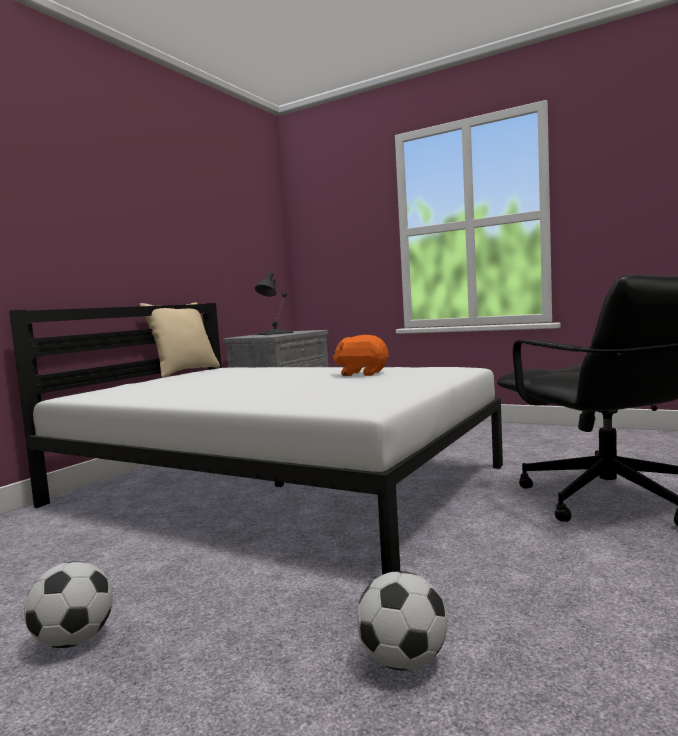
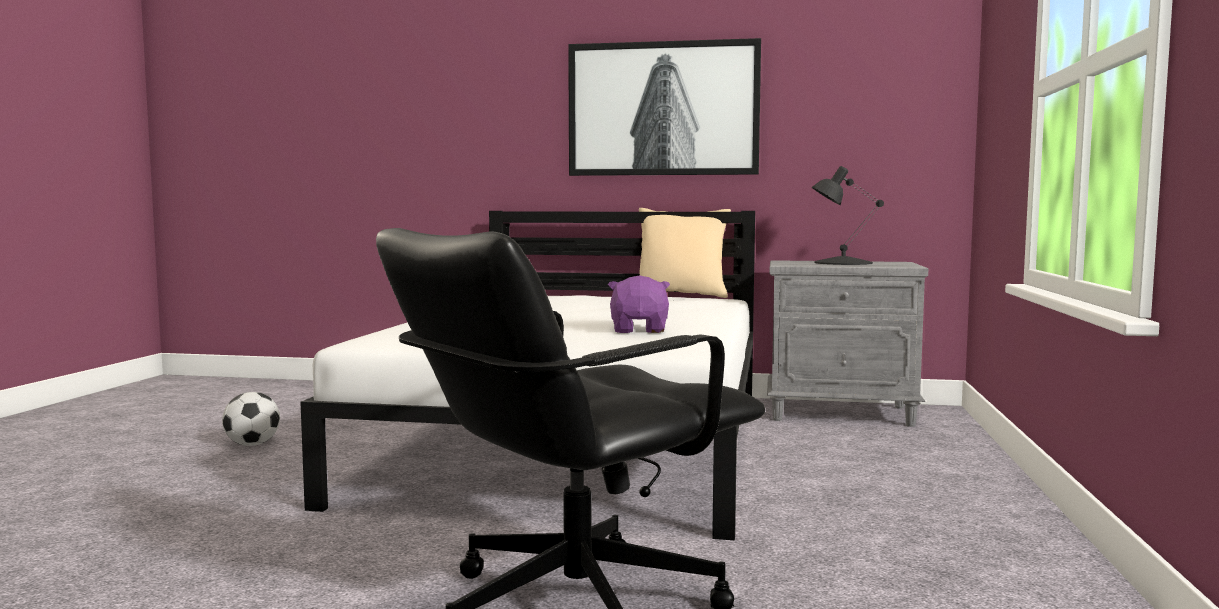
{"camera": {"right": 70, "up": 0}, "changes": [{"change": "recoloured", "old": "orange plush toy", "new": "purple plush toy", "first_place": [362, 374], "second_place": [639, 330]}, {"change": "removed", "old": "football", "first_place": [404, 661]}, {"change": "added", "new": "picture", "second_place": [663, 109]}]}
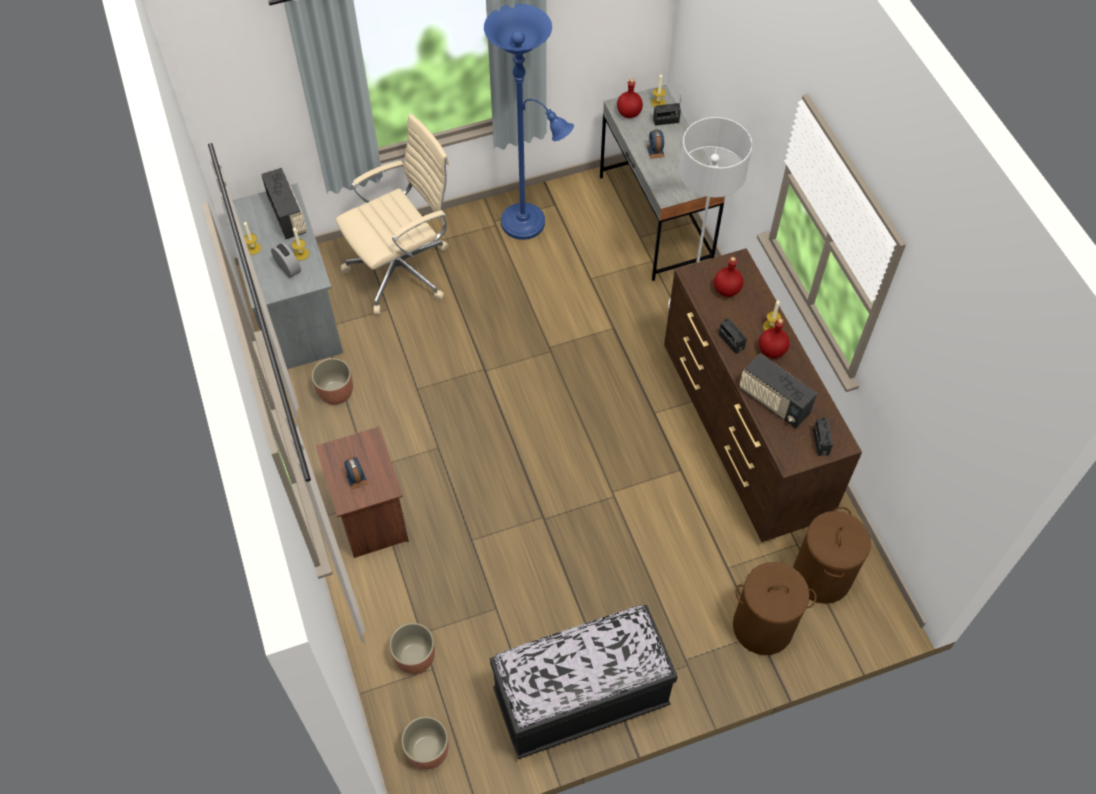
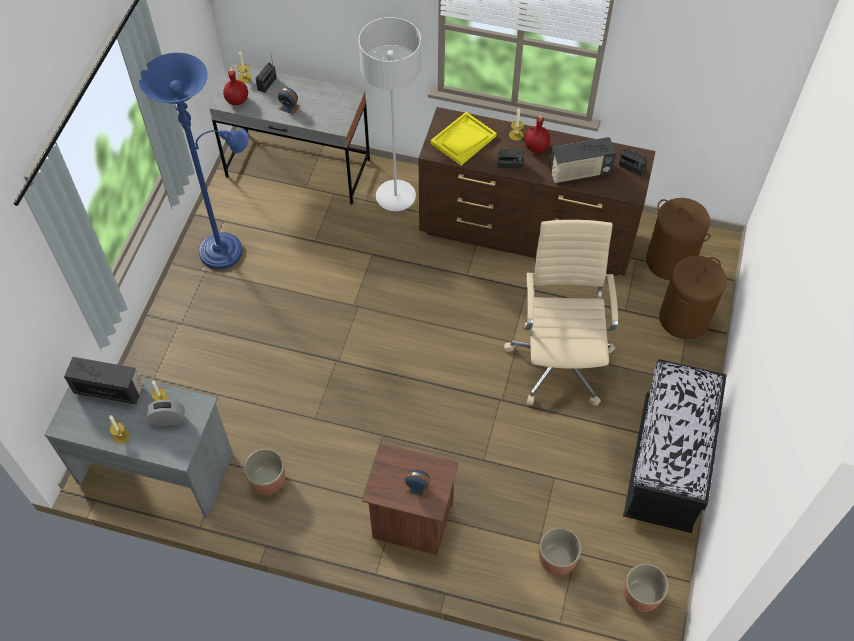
{"camera": {"right": -55, "up": 0}, "changes": [{"change": "moved", "old": "beige office chair", "first_place": [403, 270], "second_place": [560, 359]}, {"change": "replaced", "old": "red bottle", "new": "yellow tray", "first_place": [726, 290], "second_place": [463, 140]}]}
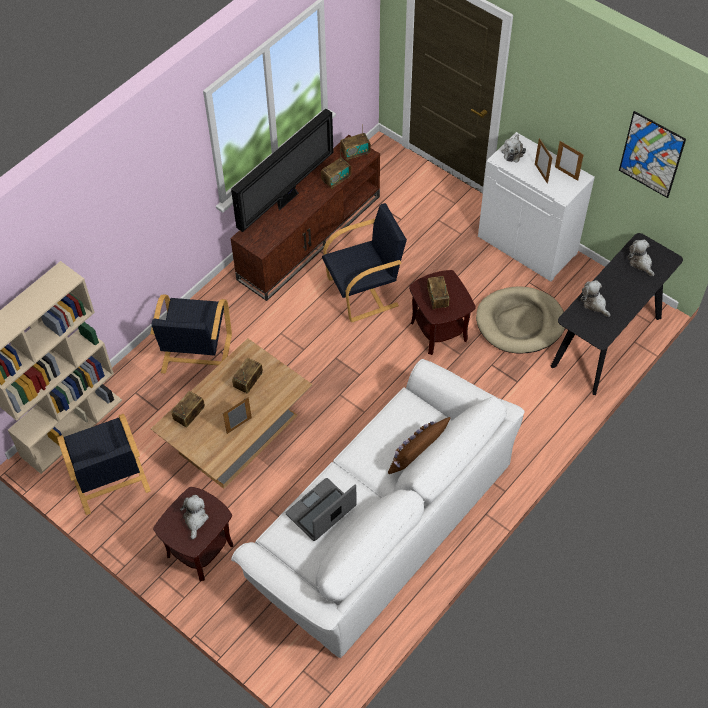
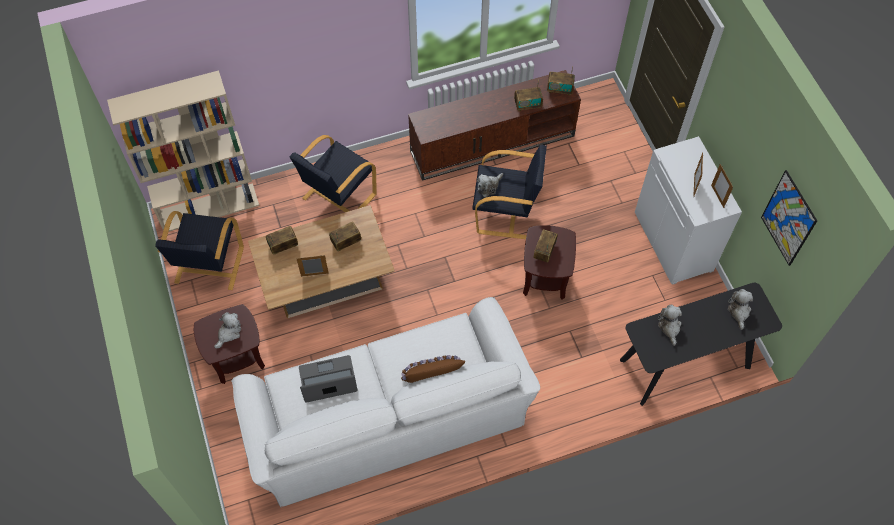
{"camera": {"right": 30, "up": 5}, "changes": [{"change": "removed", "old": "television", "first_place": [287, 198]}, {"change": "moved", "old": "plush toy", "first_place": [513, 152], "second_place": [489, 187]}, {"change": "removed", "old": "beige dog bed", "first_place": [520, 322]}]}
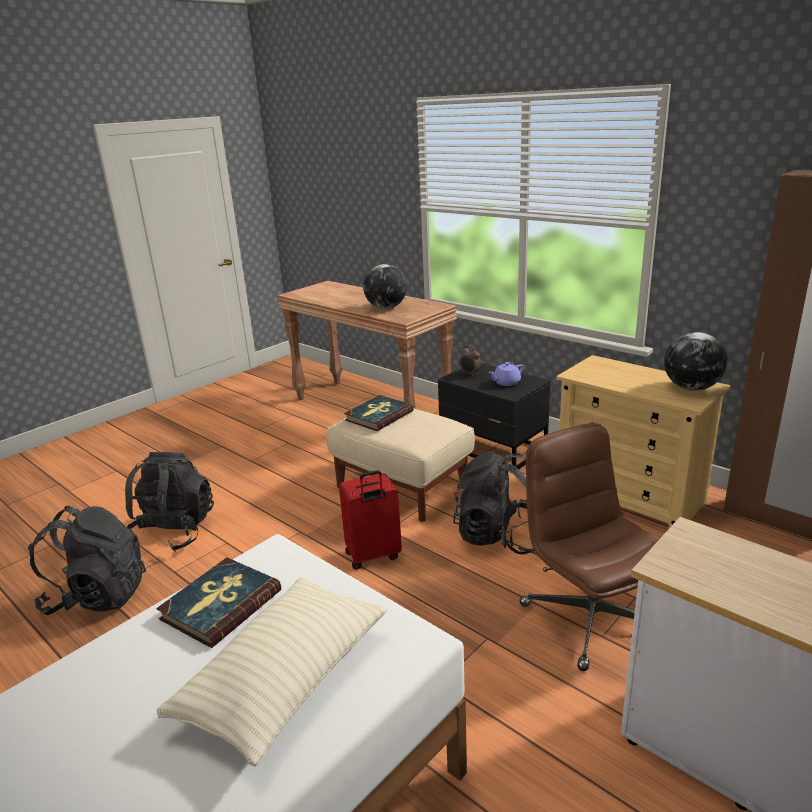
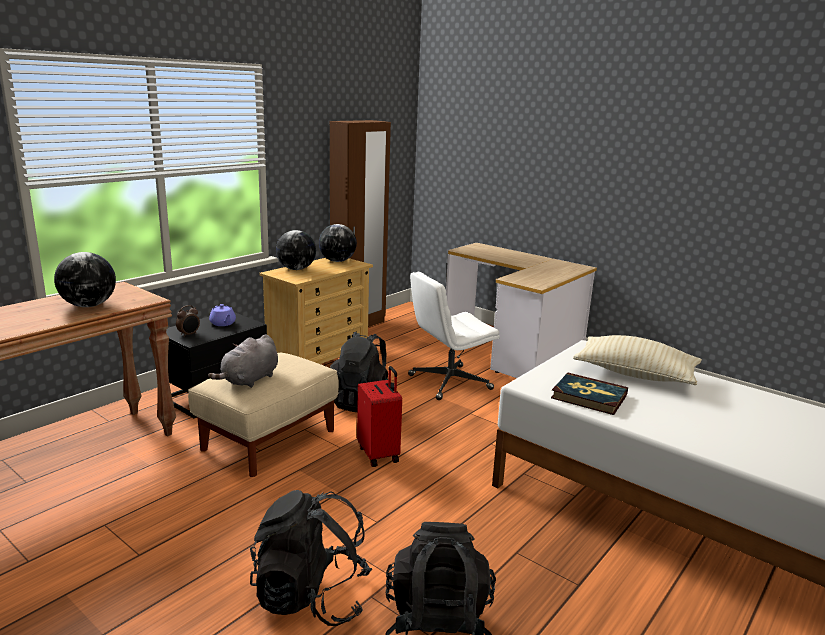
{"camera": {"right": -95, "up": -5}, "changes": [{"change": "replaced", "old": "book", "new": "grey plush toy", "first_place": [378, 416], "second_place": [249, 380]}, {"change": "recoloured", "old": "brown office chair", "new": "white office chair", "first_place": [590, 618], "second_place": [449, 383]}, {"change": "added", "new": "globe", "second_place": [296, 269]}]}
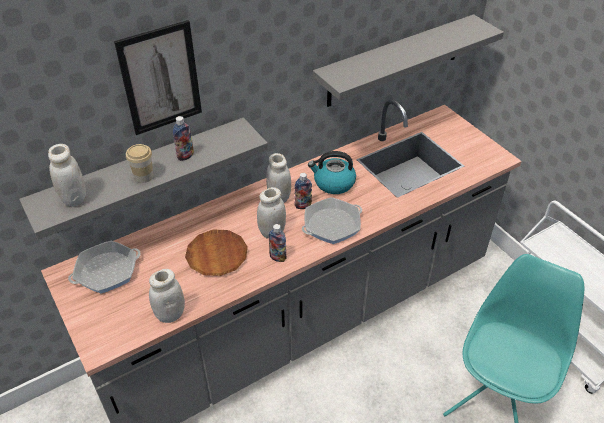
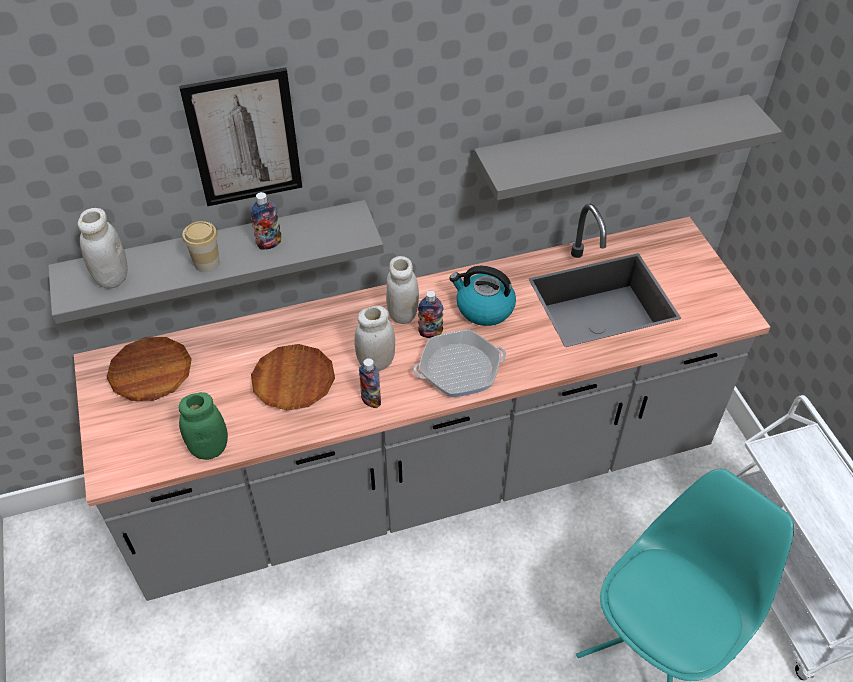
{"camera": {"right": 15, "up": 5}, "changes": [{"change": "replaced", "old": "frying pan", "new": "brown plate", "first_place": [107, 271], "second_place": [151, 373]}, {"change": "recoloured", "old": "white jar", "new": "green jar", "first_place": [170, 314], "second_place": [209, 448]}]}
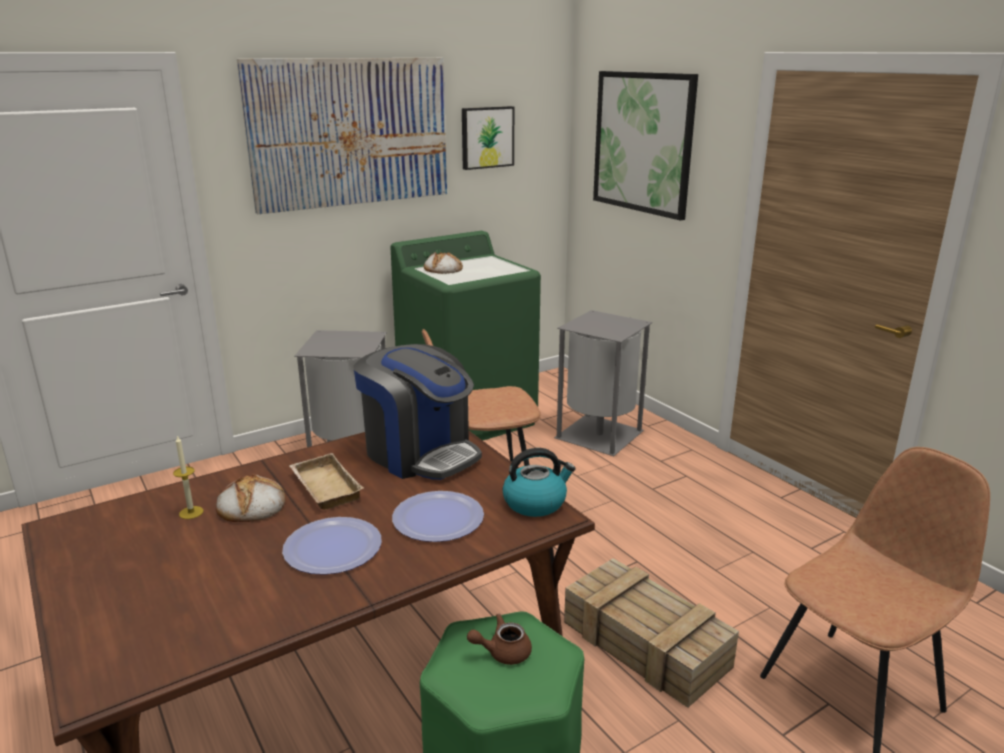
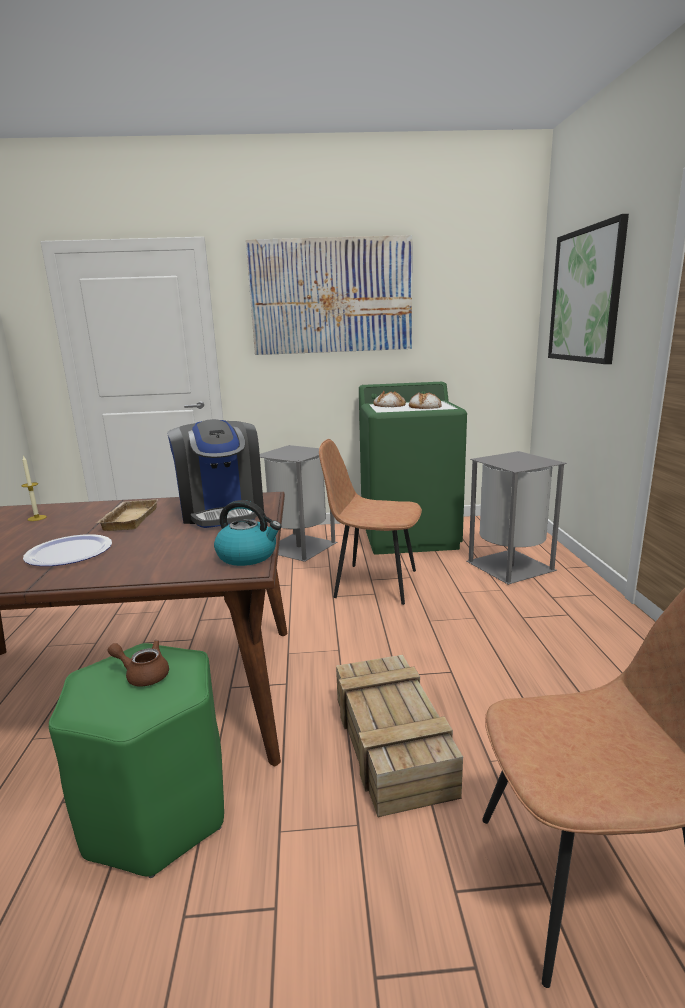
{"camera": {"right": 30, "up": -5}, "changes": [{"change": "removed", "old": "picture", "first_place": [486, 137]}, {"change": "moved", "old": "bread", "first_place": [251, 505], "second_place": [424, 407]}, {"change": "removed", "old": "plate", "first_place": [438, 518]}]}
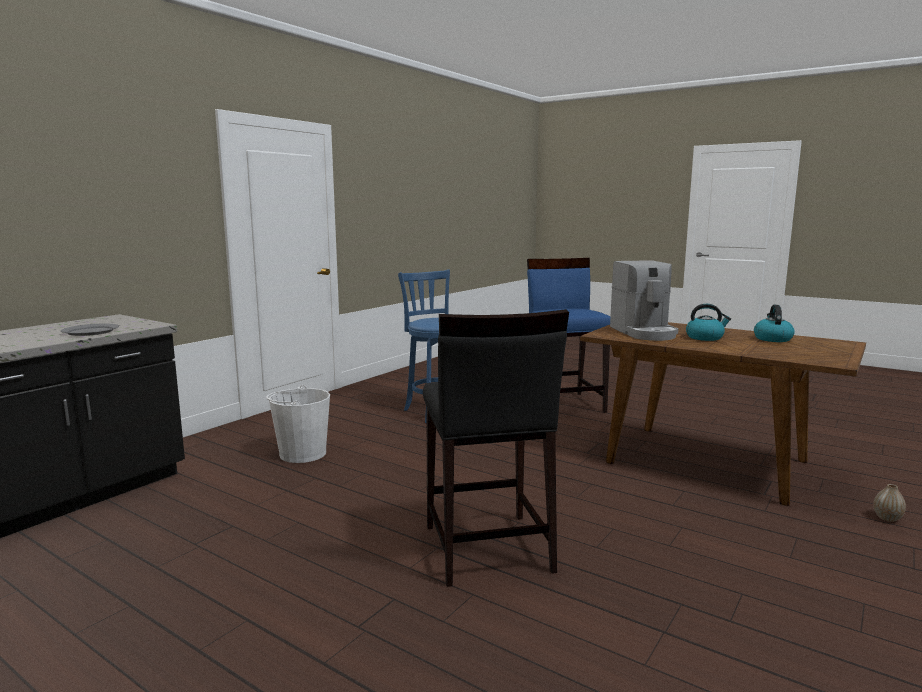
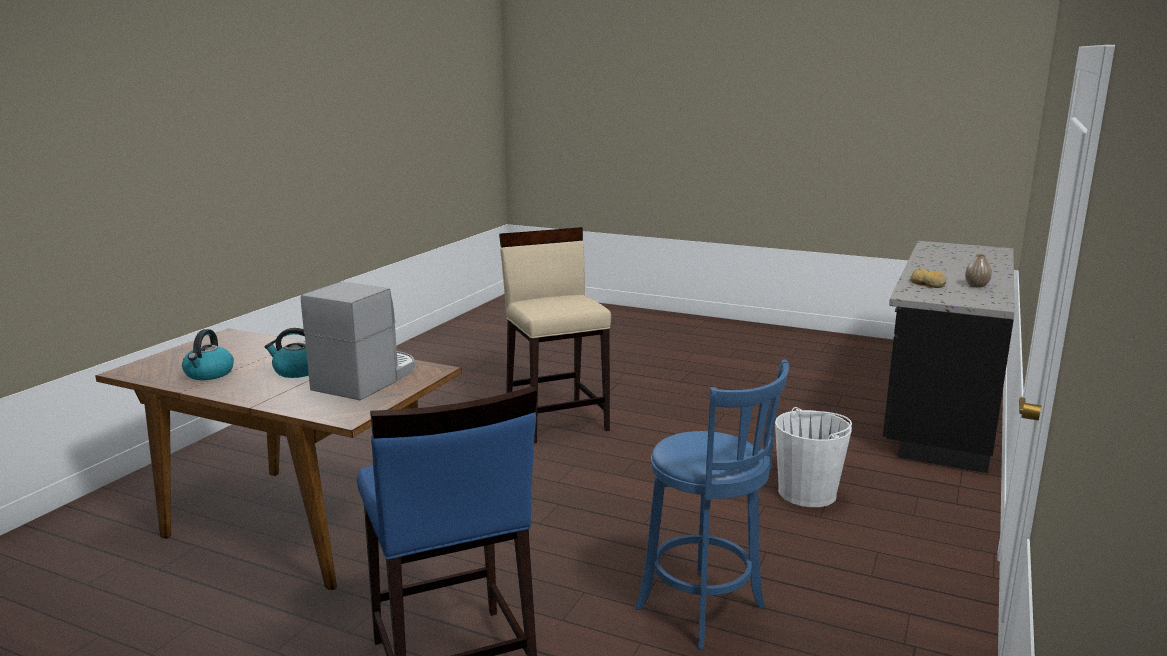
{"camera": {"right": 170, "up": 5}, "changes": [{"change": "turned", "old": "coffee machine", "first_place": [644, 332], "second_place": [367, 379], "degrees": 45}, {"change": "recoloured", "old": "black stool", "new": "beige stool", "first_place": [486, 549], "second_place": [556, 420]}, {"change": "replaced", "old": "grey plate", "new": "bread", "first_place": [90, 332], "second_place": [927, 284]}, {"change": "moved", "old": "vase", "first_place": [887, 518], "second_place": [976, 286]}]}
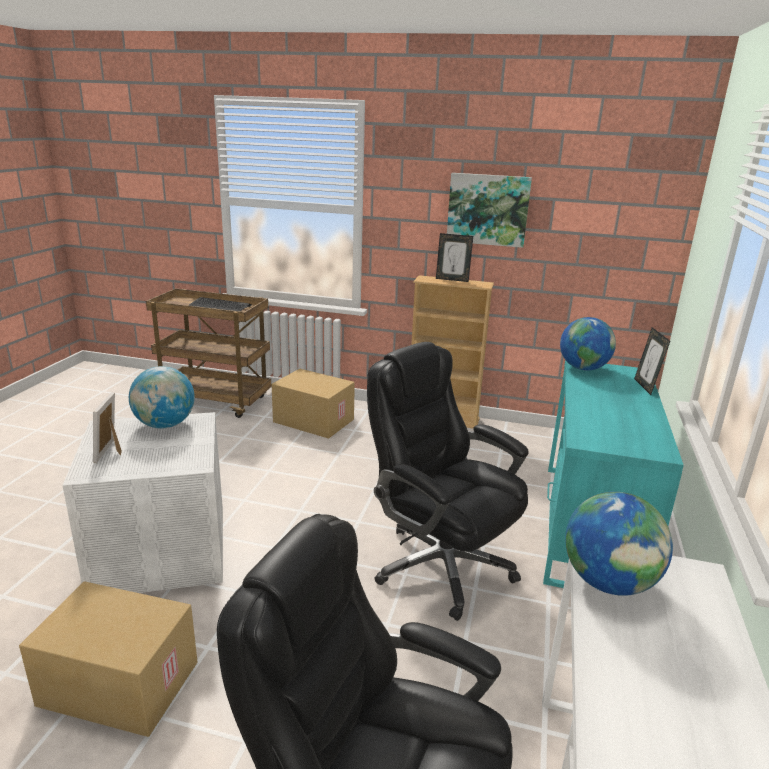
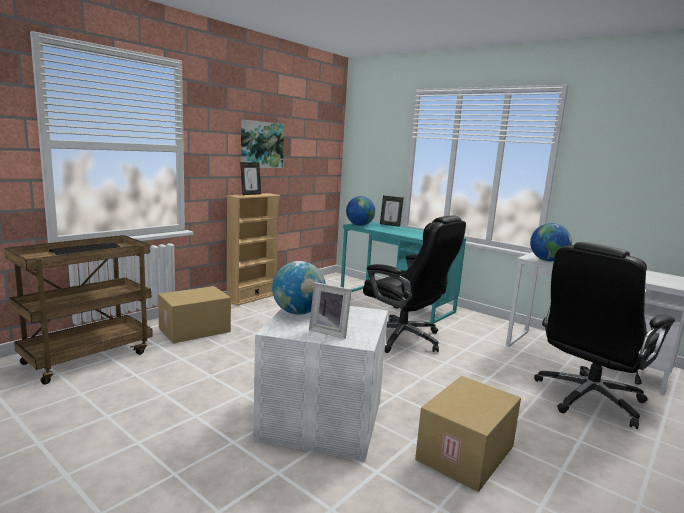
{"camera": {"right": -65, "up": -10}, "changes": [{"change": "turned", "old": "black office chair", "first_place": [441, 564], "second_place": [404, 338], "degrees": -120}]}
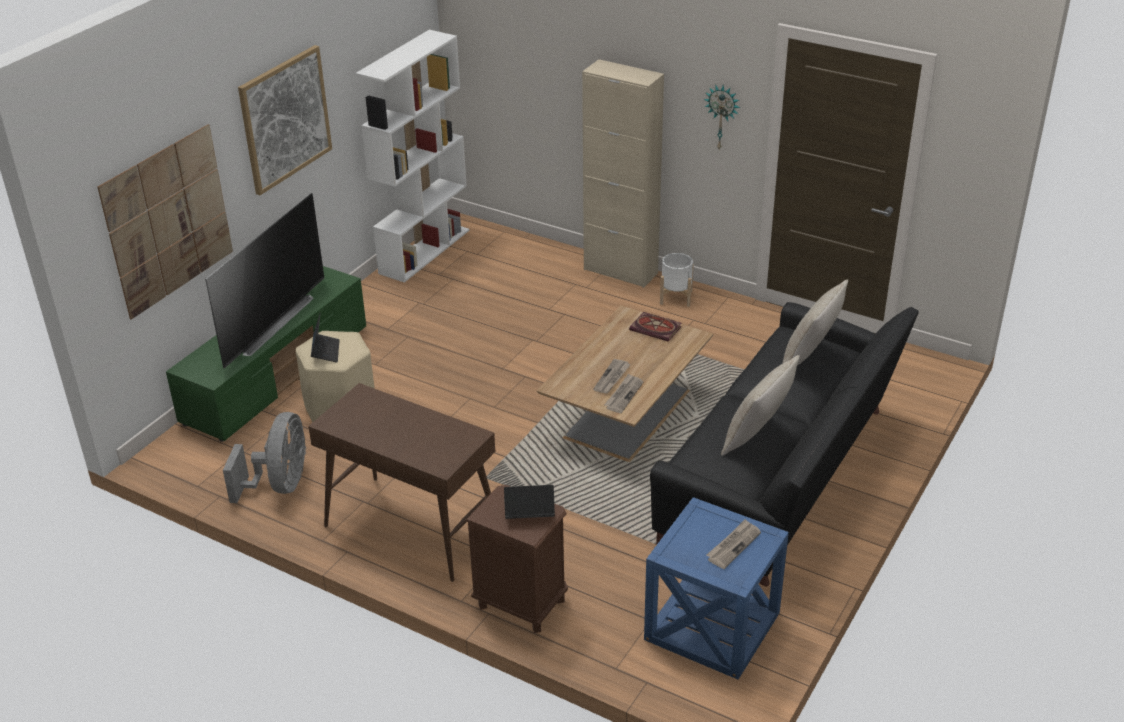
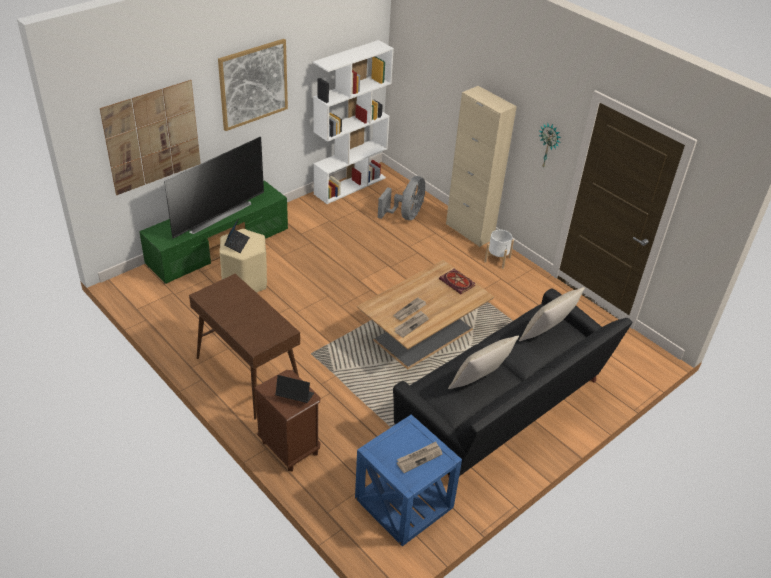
{"camera": {"right": 15, "up": 5}, "changes": [{"change": "moved", "old": "grey fan", "first_place": [280, 485], "second_place": [405, 215]}]}
